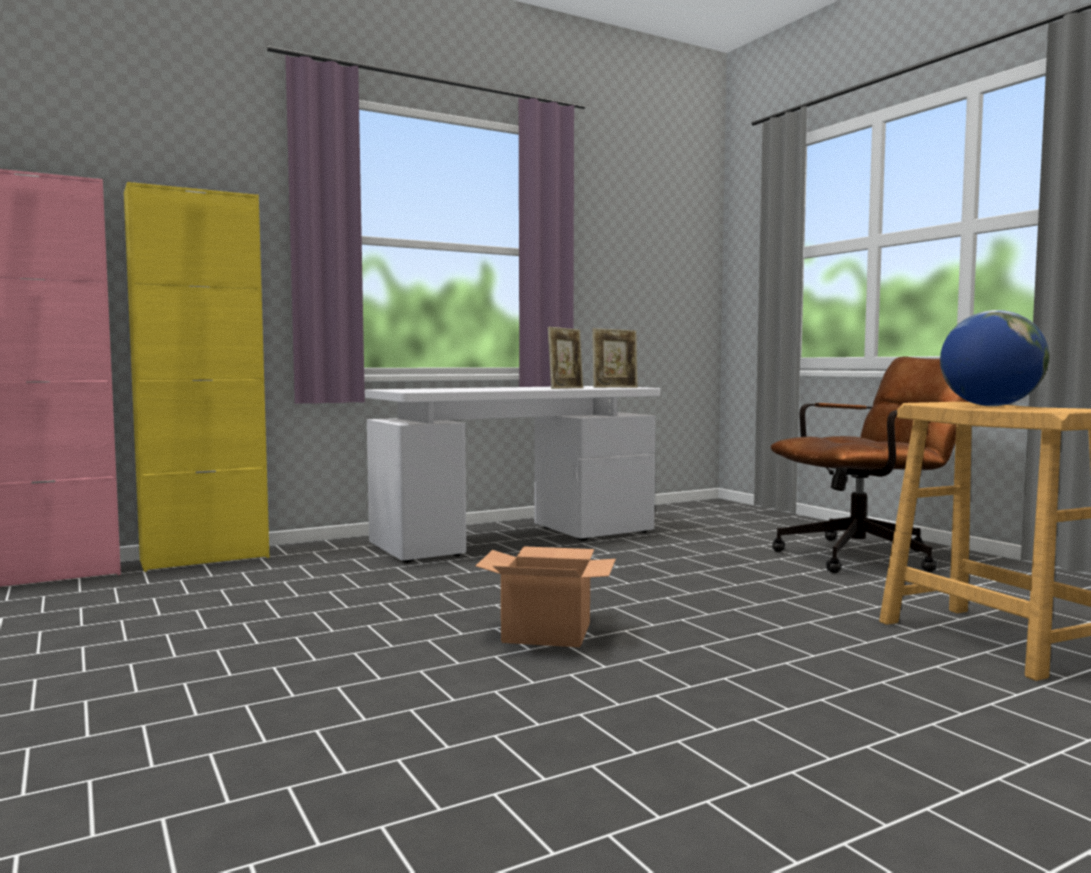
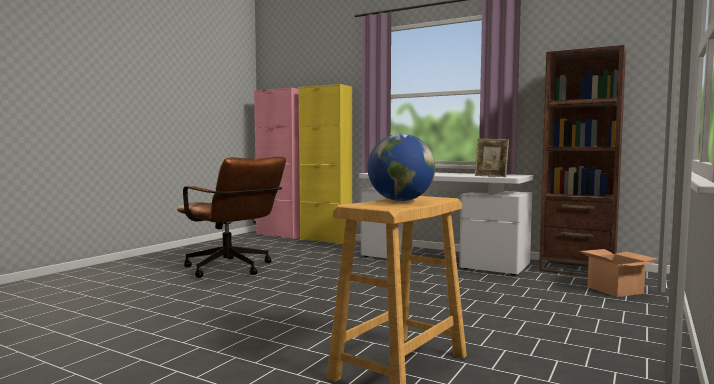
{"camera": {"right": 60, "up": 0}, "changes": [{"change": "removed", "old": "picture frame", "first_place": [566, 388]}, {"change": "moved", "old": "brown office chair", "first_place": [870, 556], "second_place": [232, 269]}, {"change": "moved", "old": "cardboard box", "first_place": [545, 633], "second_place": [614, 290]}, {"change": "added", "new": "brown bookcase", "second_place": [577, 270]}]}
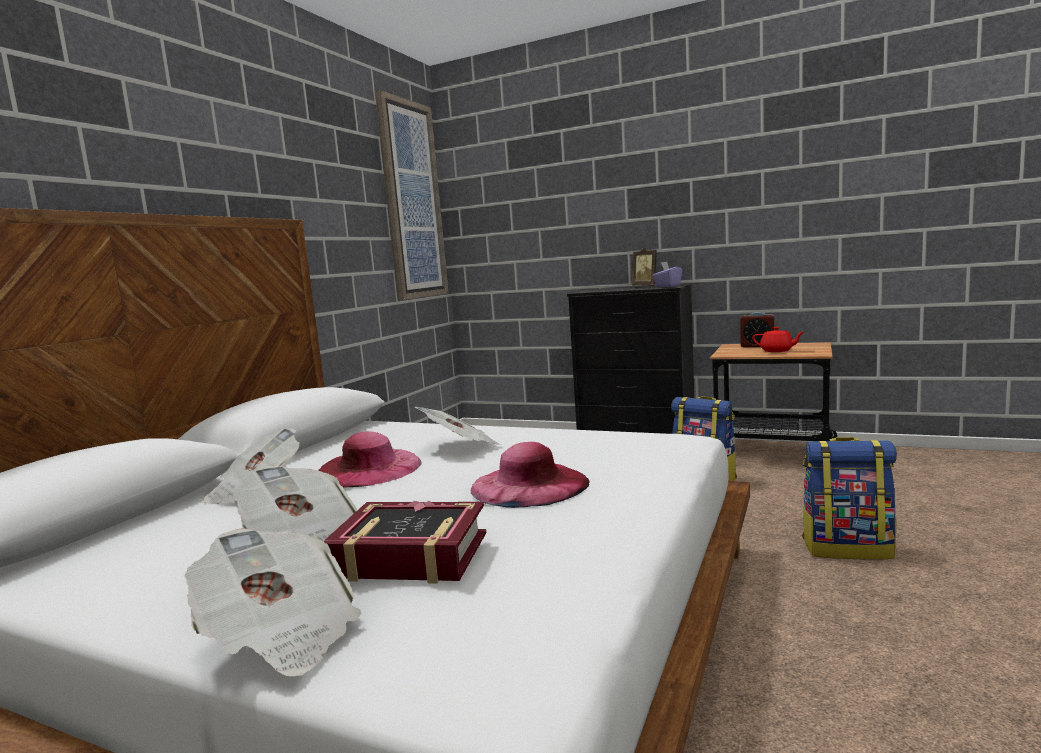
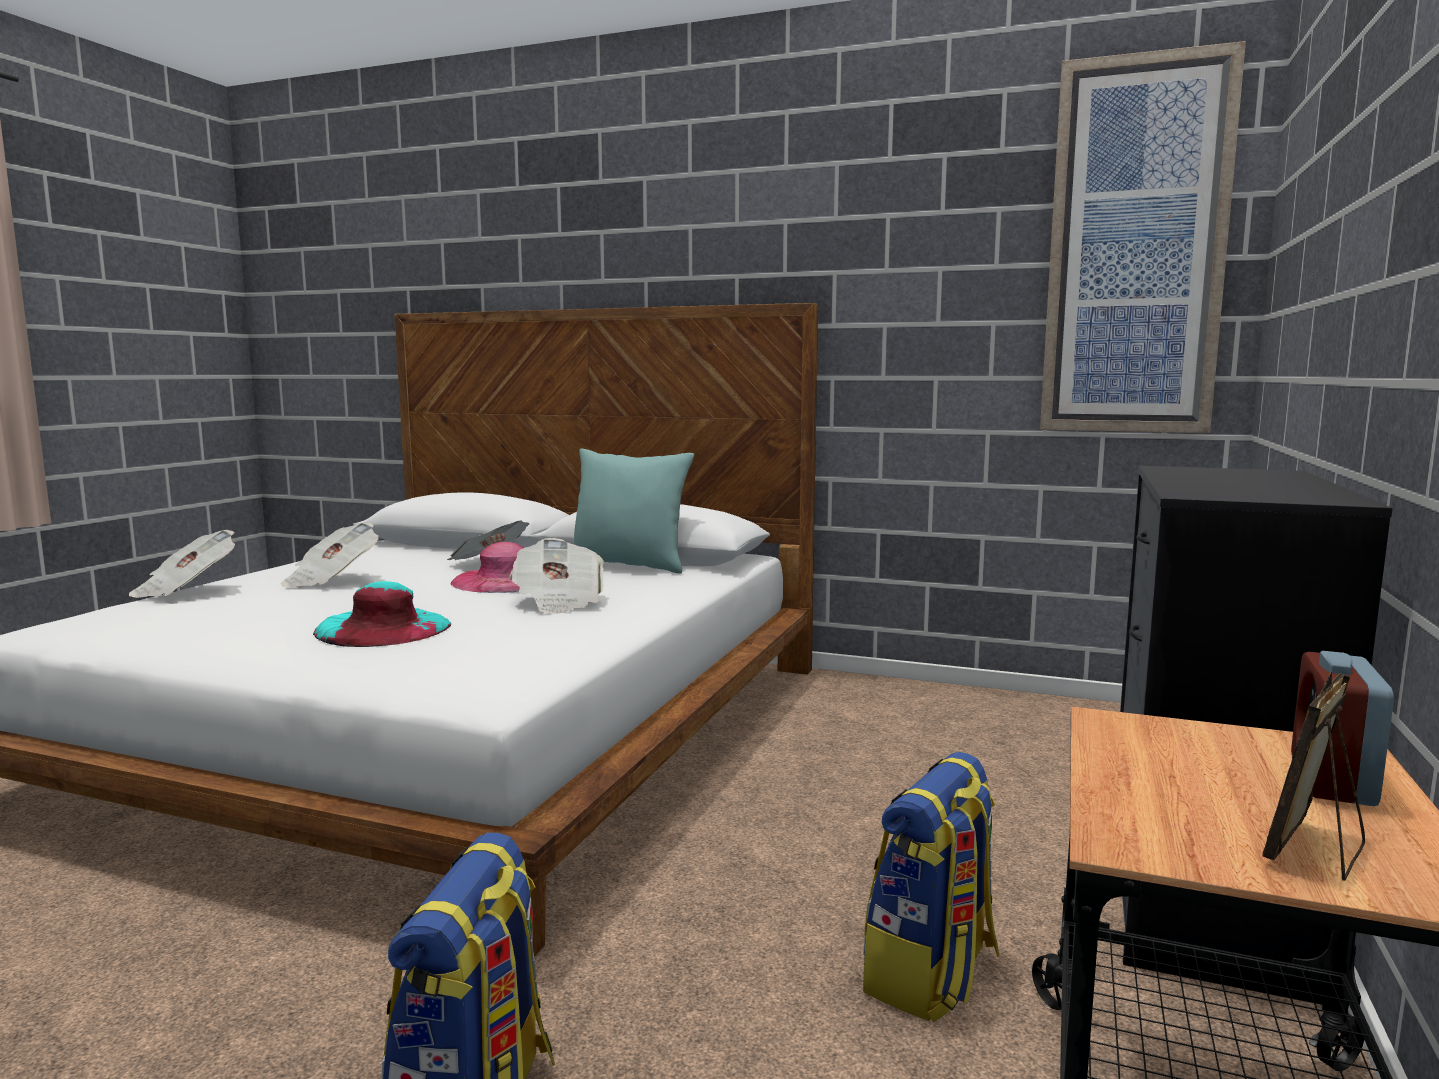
{"camera": {"right": 85, "up": 0}, "changes": [{"change": "moved", "old": "picture frame", "first_place": [646, 286], "second_place": [1315, 852]}, {"change": "removed", "old": "purple tissue box", "first_place": [667, 286]}, {"change": "removed", "old": "red teapot", "first_place": [777, 351]}, {"change": "recoloured", "old": "pink hat", "new": "turquoise hat", "first_place": [529, 484], "second_place": [383, 628]}, {"change": "removed", "old": "book", "first_place": [409, 555]}, {"change": "added", "new": "turquoise pillow", "second_place": [630, 567]}]}
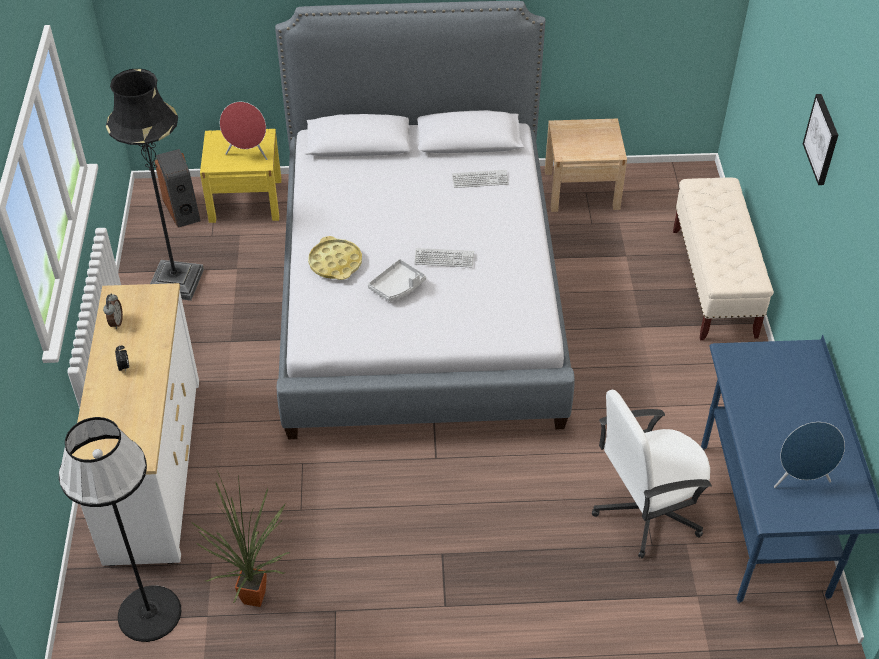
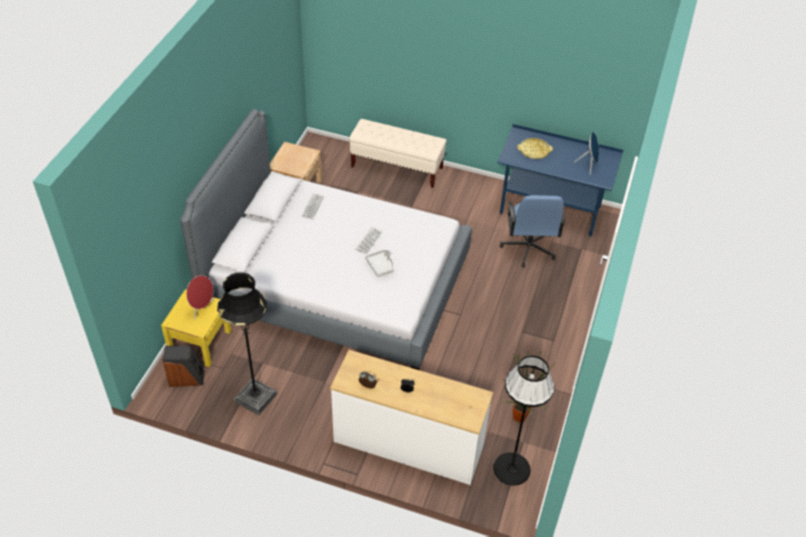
{"camera": {"right": -70, "up": 0}, "changes": [{"change": "removed", "old": "picture", "first_place": [822, 139]}, {"change": "moved", "old": "yellow tray", "first_place": [335, 263], "second_place": [534, 151]}, {"change": "recoloured", "old": "white office chair", "new": "blue office chair", "first_place": [646, 511], "second_place": [528, 248]}]}
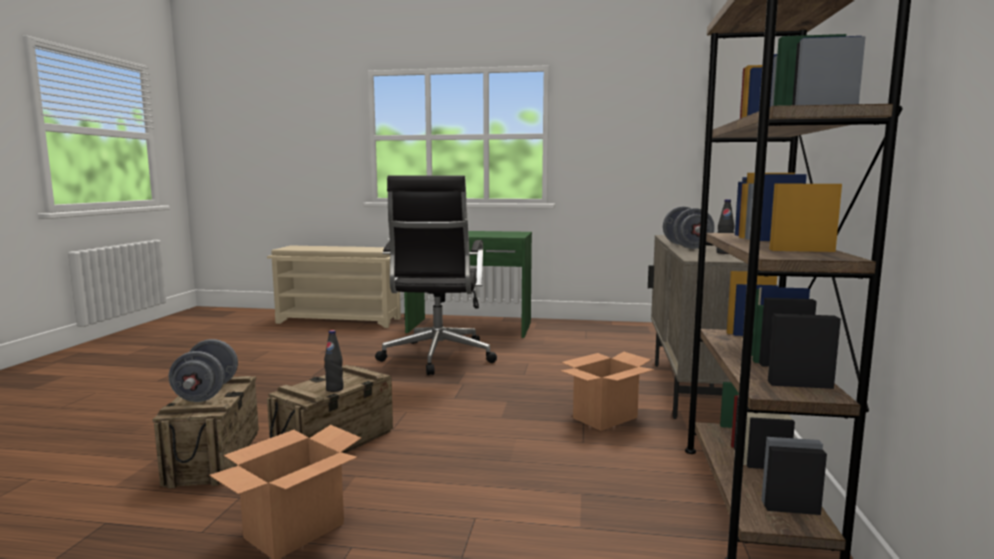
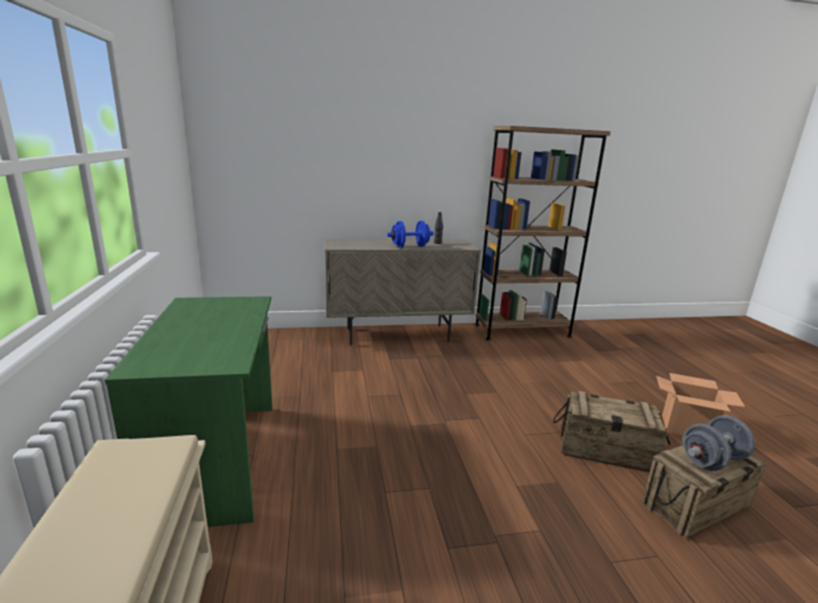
{"camera": {"right": -110, "up": 10}, "changes": [{"change": "removed", "old": "black office chair", "first_place": [437, 357]}, {"change": "recoloured", "old": "grey dumbbell", "new": "blue dumbbell", "first_place": [686, 246], "second_place": [410, 246]}, {"change": "removed", "old": "black bottle", "first_place": [334, 389]}, {"change": "removed", "old": "cardboard box", "first_place": [605, 418]}]}
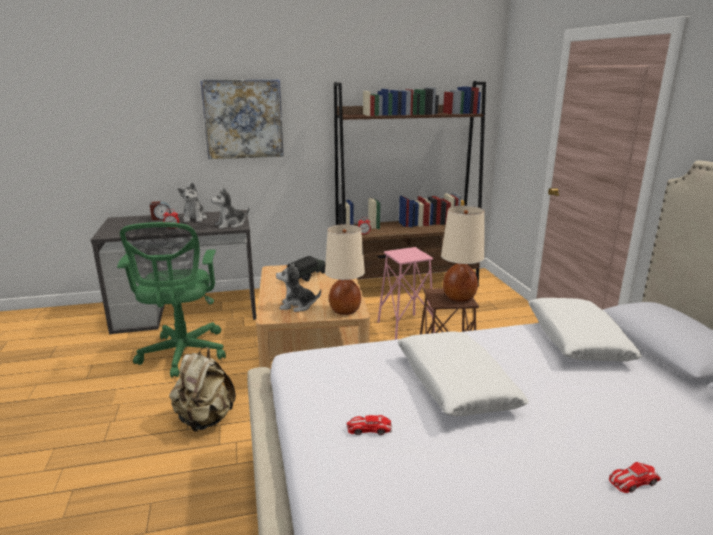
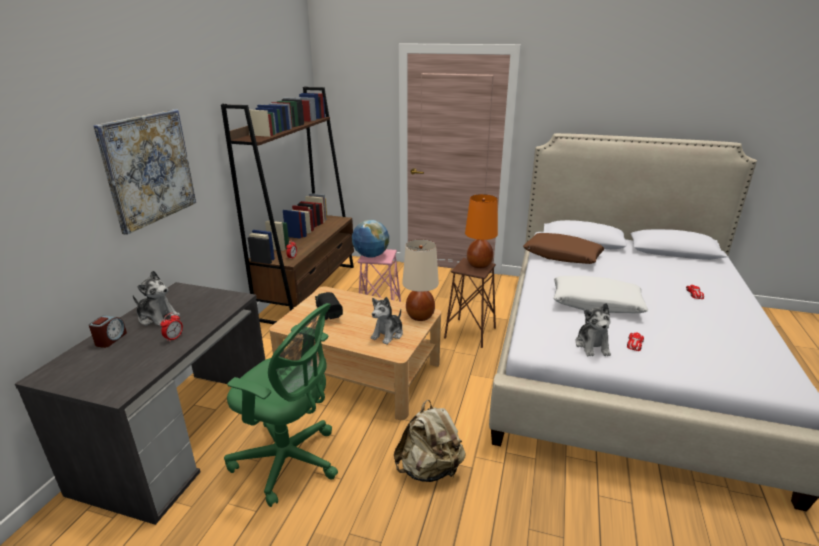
{"camera": {"right": -60, "up": 5}, "changes": [{"change": "moved", "old": "plush toy", "first_place": [231, 225], "second_place": [592, 346]}, {"change": "recoloured", "old": "beige table lamp", "new": "orange table lamp", "first_place": [459, 298], "second_place": [479, 265]}, {"change": "recoloured", "old": "white pillow", "new": "brown pillow", "first_place": [576, 339], "second_place": [562, 256]}, {"change": "added", "new": "globe", "second_place": [371, 256]}]}
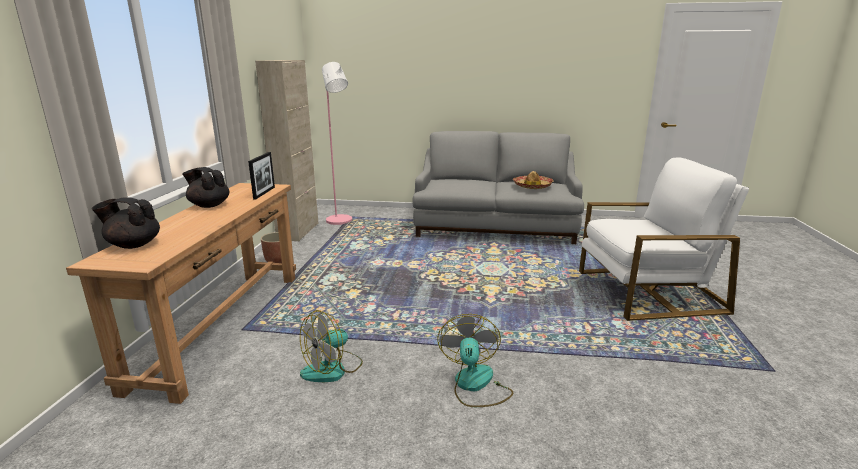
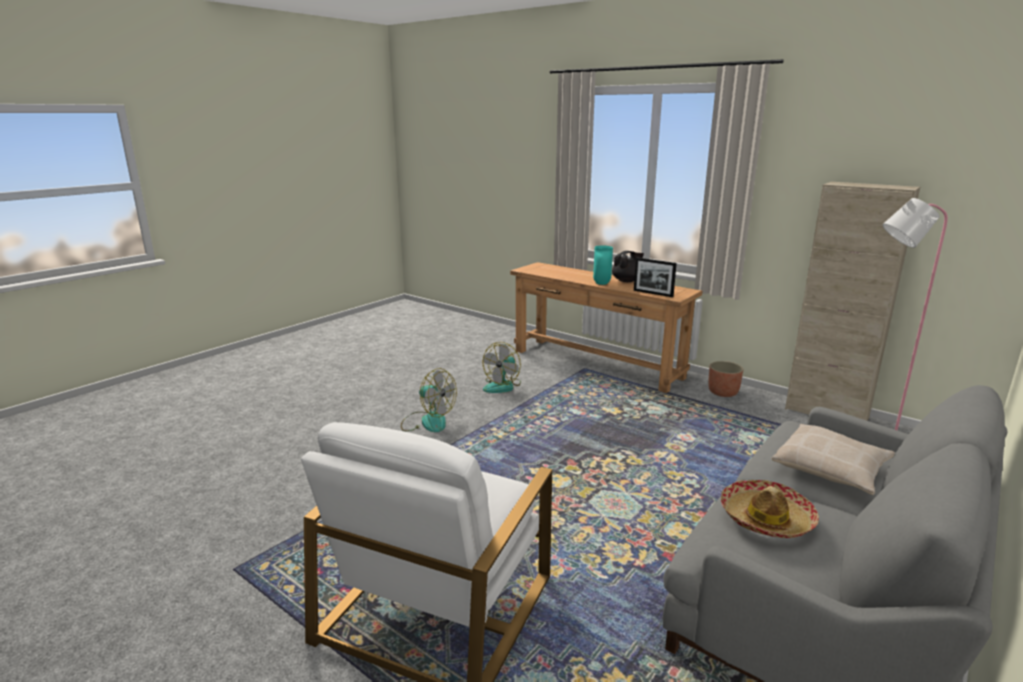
{"camera": {"right": 120, "up": 0}, "changes": [{"change": "removed", "old": "black teapot", "first_place": [133, 245]}, {"change": "turned", "old": "fan", "first_place": [332, 369], "second_place": [502, 386], "degrees": -135}, {"change": "added", "new": "turquoise vase", "second_place": [601, 283]}, {"change": "added", "new": "beige pillow", "second_place": [831, 468]}]}
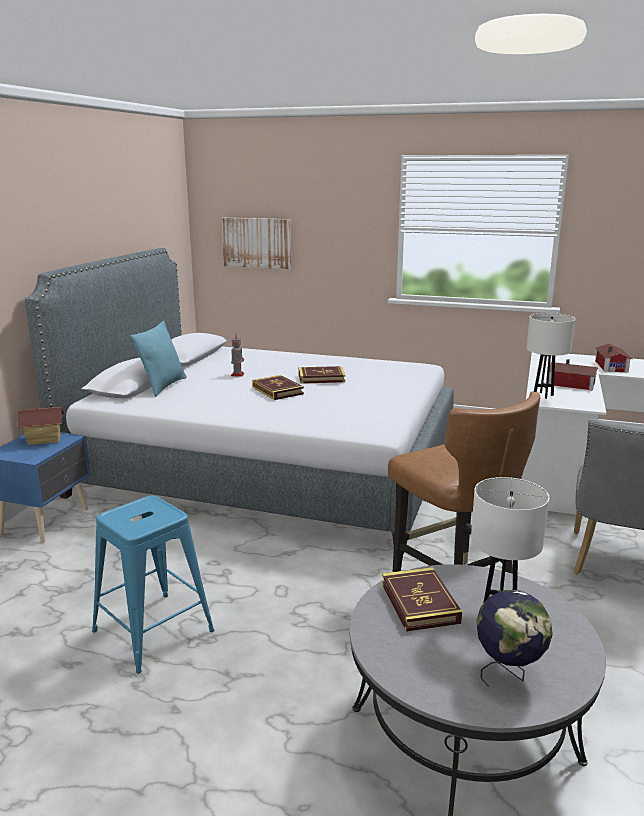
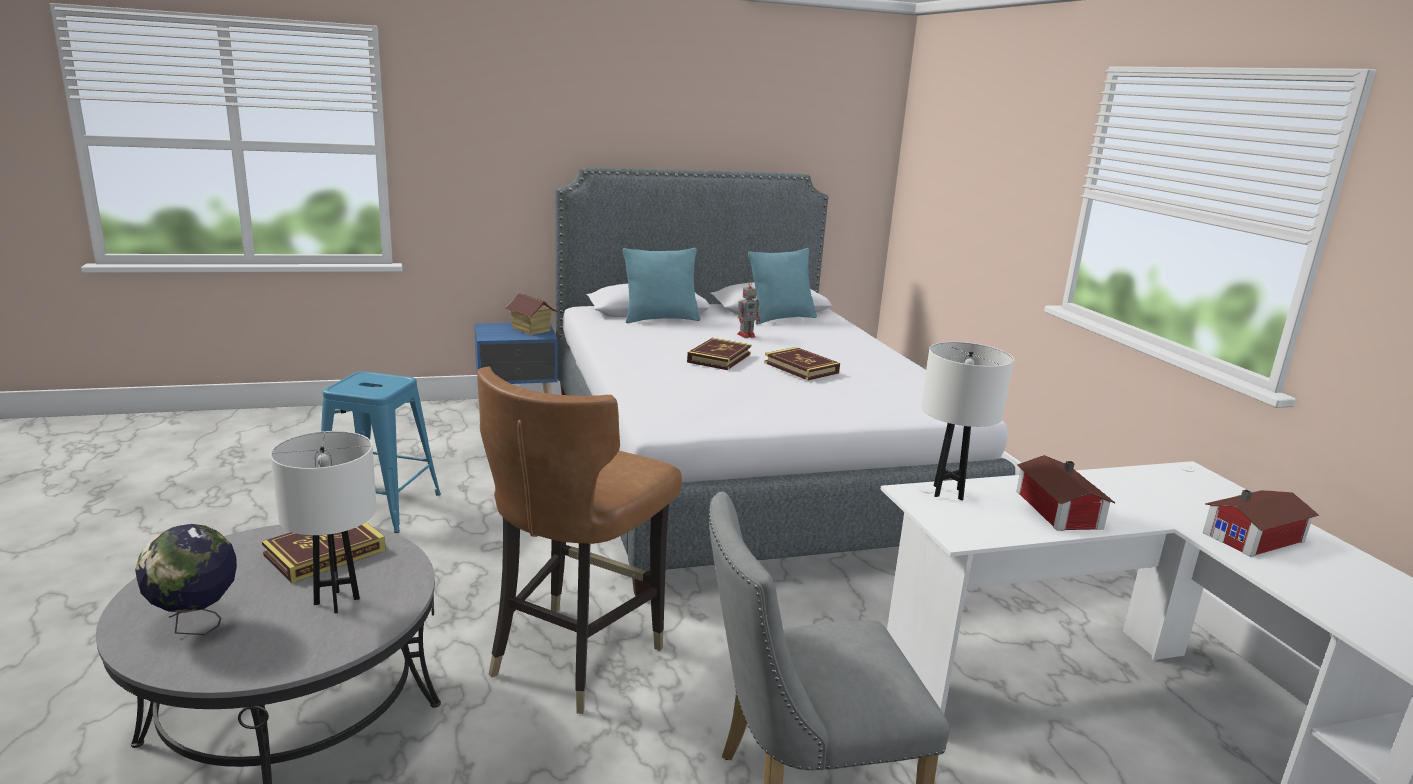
{"camera": {"right": 55, "up": 0}, "changes": [{"change": "removed", "old": "picture", "first_place": [257, 243]}, {"change": "added", "new": "turquoise pillow", "second_place": [781, 318]}]}
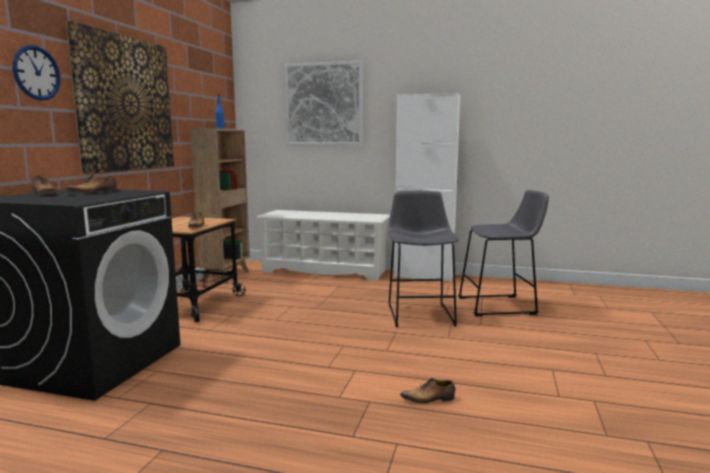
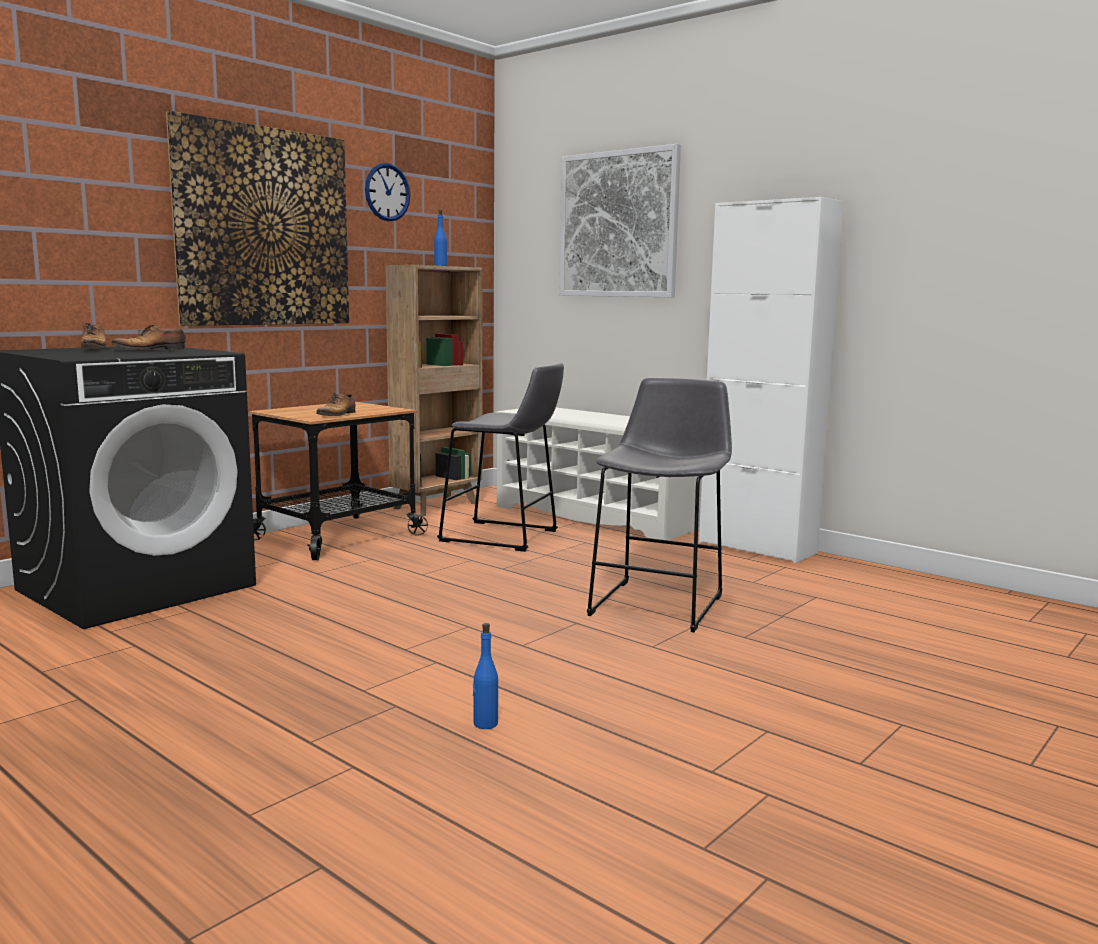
{"camera": {"right": 25, "up": 0}, "changes": [{"change": "moved", "old": "wall clock", "first_place": [36, 73], "second_place": [387, 192]}, {"change": "moved", "old": "grey stool", "first_place": [501, 306], "second_place": [505, 537]}, {"change": "replaced", "old": "shoe", "new": "blue bottle", "first_place": [429, 399], "second_place": [485, 724]}]}
